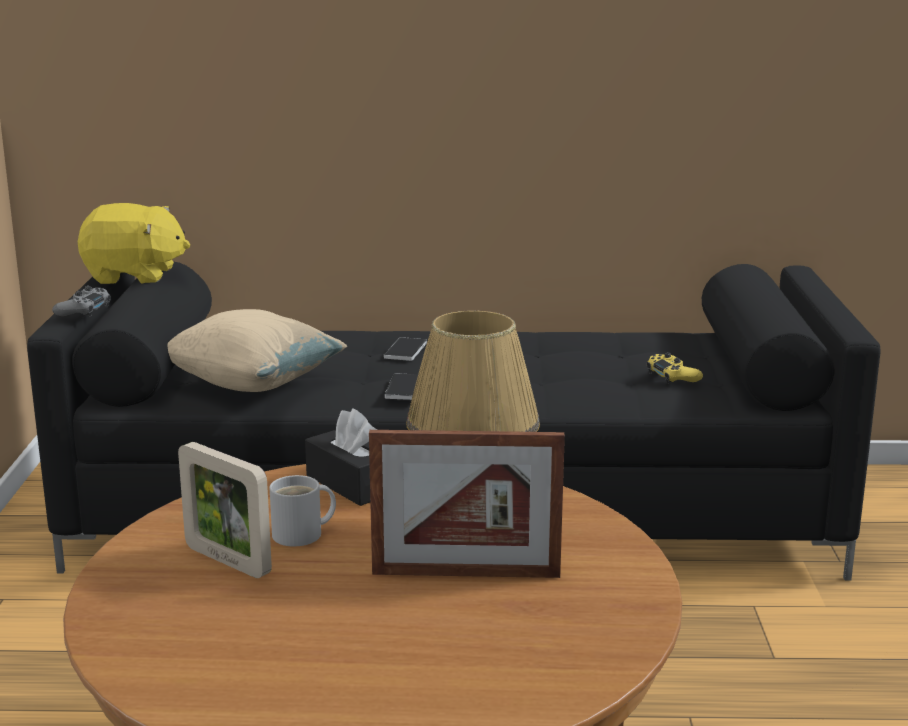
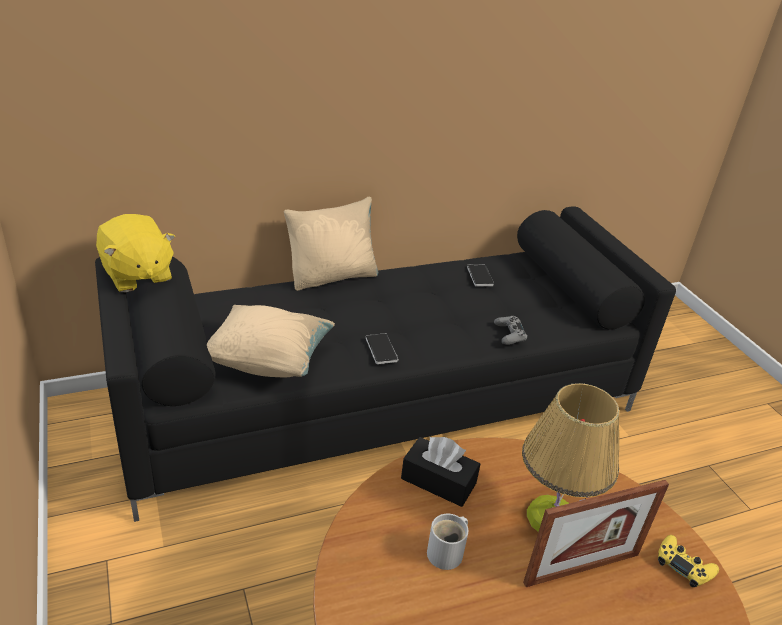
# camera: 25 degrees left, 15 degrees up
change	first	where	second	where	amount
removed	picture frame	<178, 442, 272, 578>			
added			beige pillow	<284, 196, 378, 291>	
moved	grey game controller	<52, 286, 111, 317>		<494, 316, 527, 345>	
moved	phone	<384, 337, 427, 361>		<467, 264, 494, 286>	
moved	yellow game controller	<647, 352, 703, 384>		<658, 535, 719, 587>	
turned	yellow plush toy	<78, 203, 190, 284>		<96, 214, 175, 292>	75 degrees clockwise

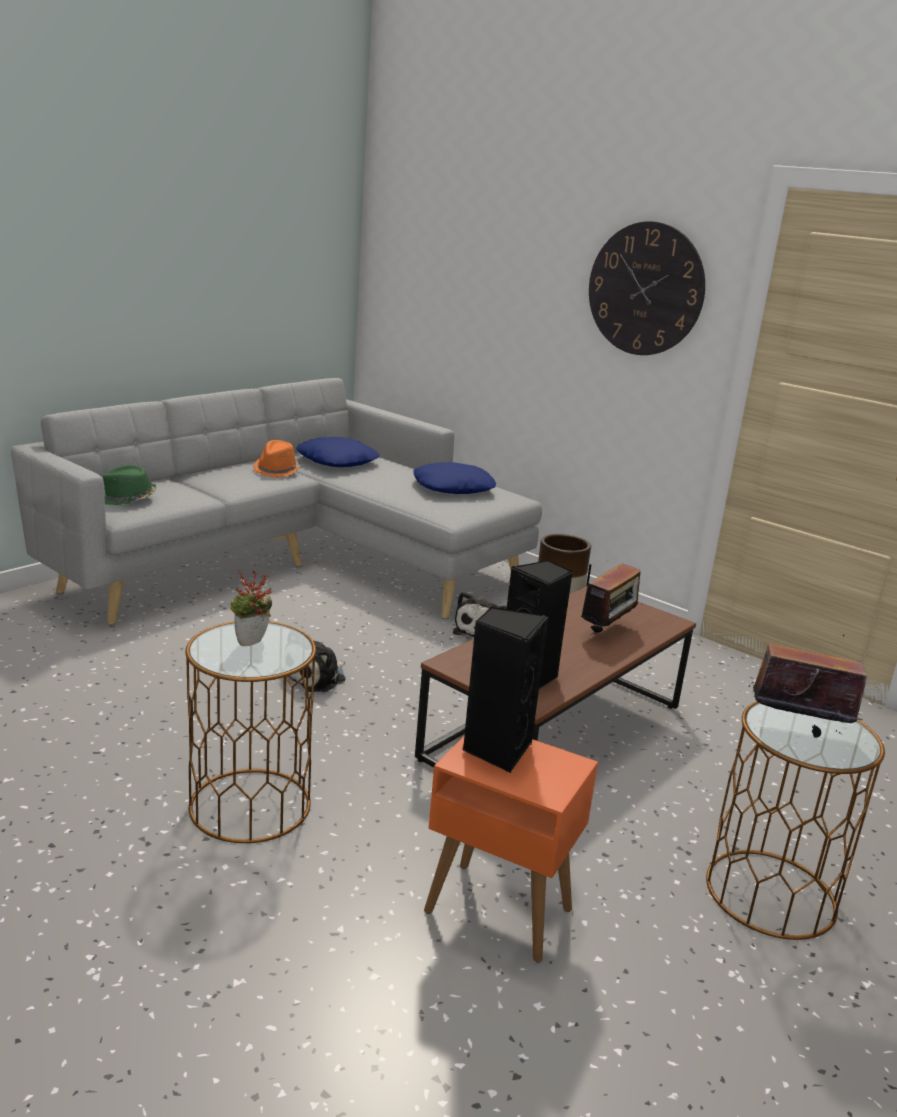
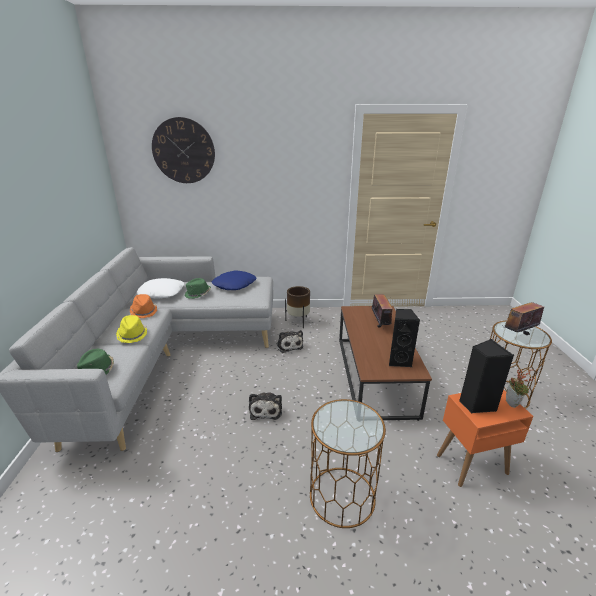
# camera: 40 degrees left, 5 degrees up
change	first	where	second	where	amount
added			yellow hat	<116, 315, 147, 343>	
added			green hat	<184, 278, 211, 299>	
moved	potted plant	<230, 570, 272, 646>		<506, 369, 535, 408>	
moved	wall clock	<589, 221, 705, 355>		<152, 117, 215, 183>	
recoloured	blue pillow	<296, 437, 379, 467>	white pillow	<136, 278, 184, 299>	

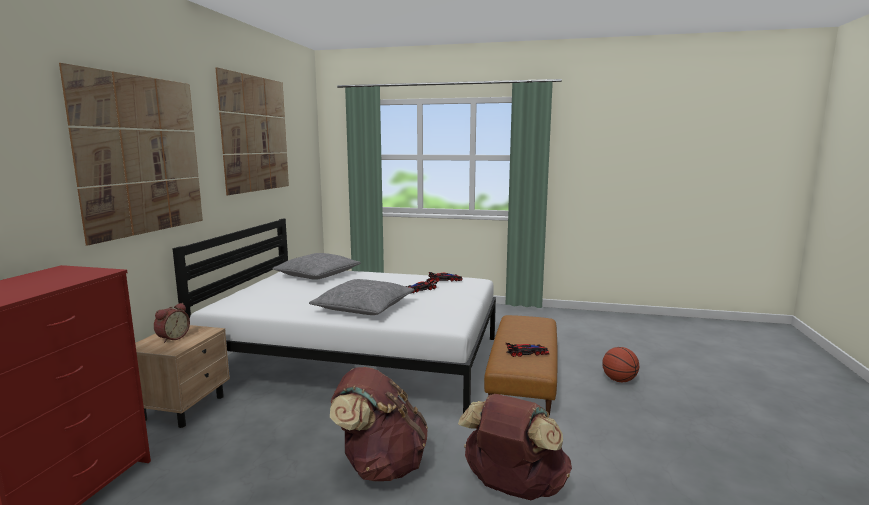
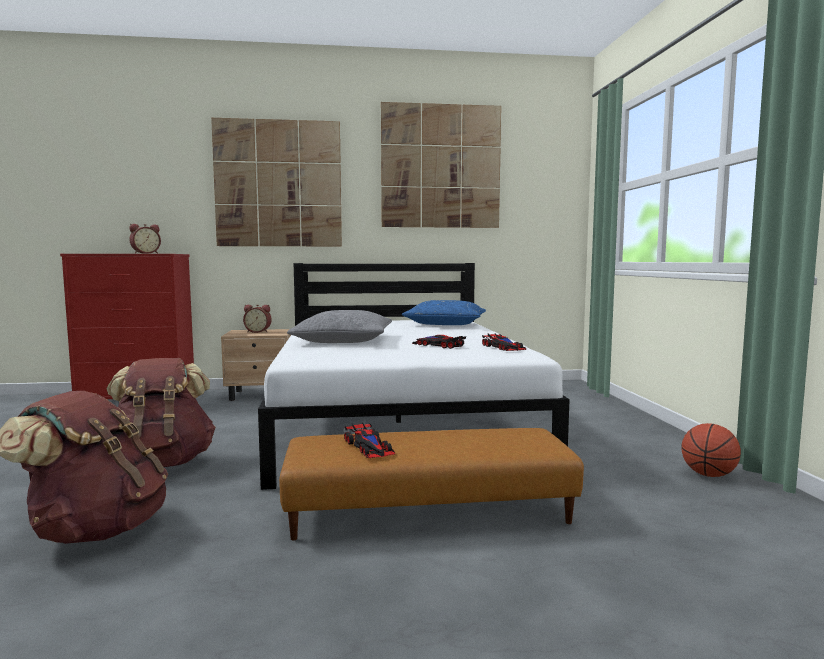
# camera: 70 degrees right, 5 degrees down
change	first	where	second	where	amount
added			alarm clock	<129, 224, 161, 254>	
moved	basketball	<602, 347, 639, 382>		<681, 423, 741, 477>	
recoloured	grey pillow	<273, 253, 361, 280>	blue pillow	<402, 300, 486, 325>	

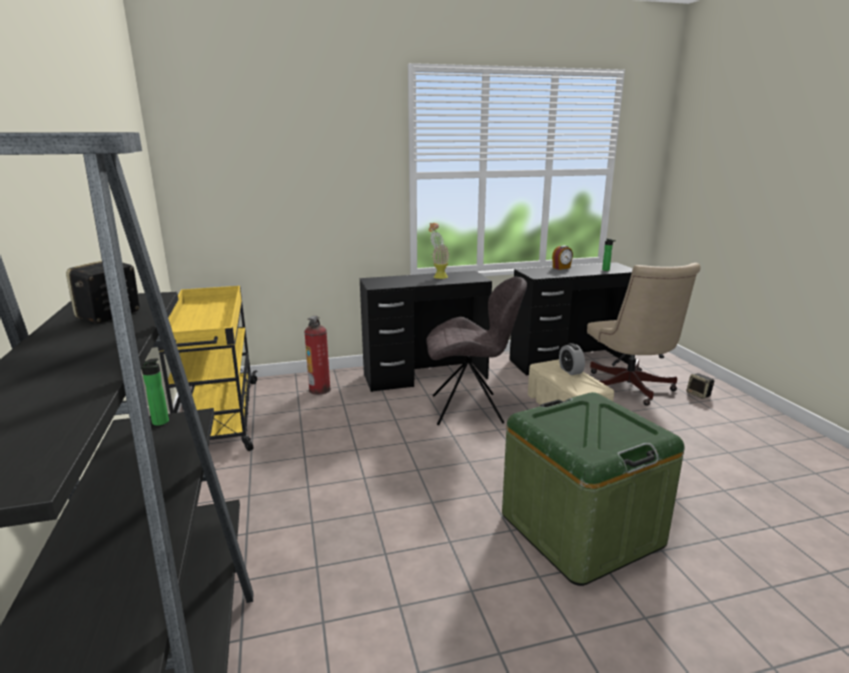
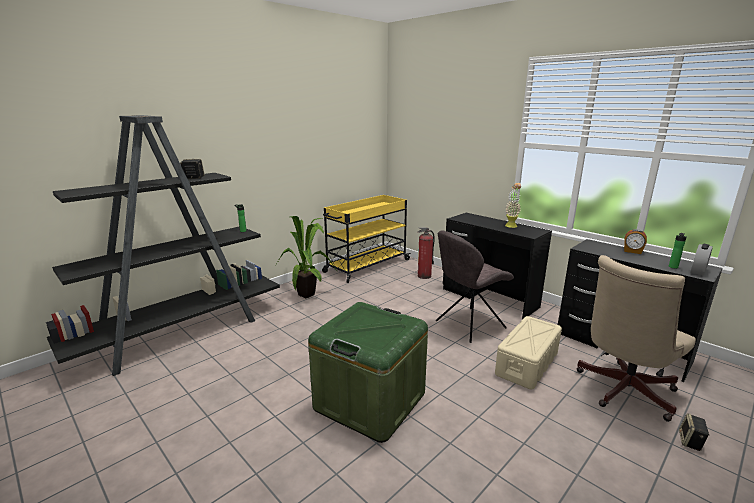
# camera: 60 degrees right, 0 degrees up
change	first	where	second	where	amount
added			potted plant	<276, 216, 337, 299>	
moved	alarm clock	<559, 343, 585, 375>		<691, 244, 713, 275>	
turned	grey chair	<426, 277, 527, 425>		<436, 230, 514, 343>	90 degrees clockwise

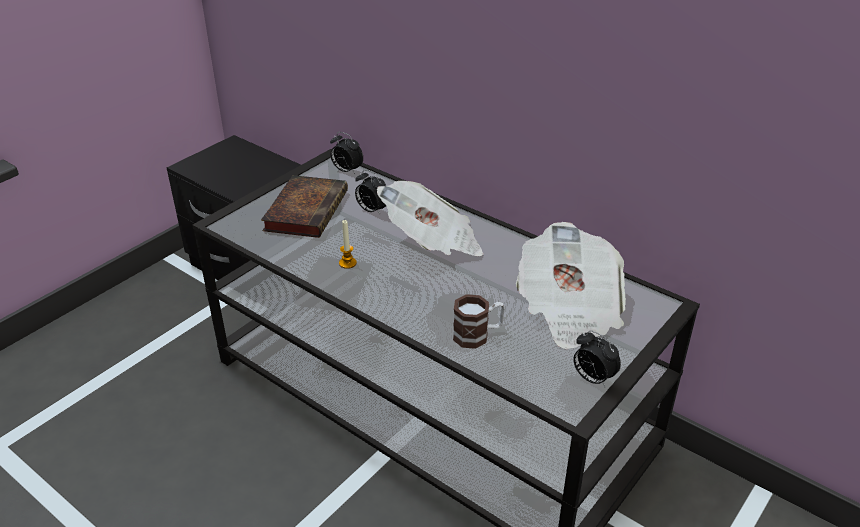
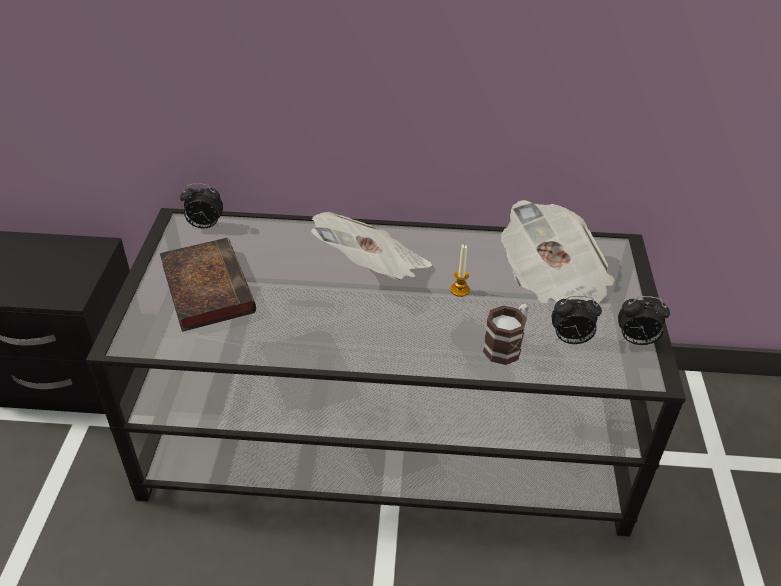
# camera: 35 degrees left, 5 degrees up
change	first	where	second	where	amount
moved	candle	<339, 220, 357, 269>		<450, 244, 470, 297>	
moved	alarm clock	<355, 169, 386, 216>		<552, 296, 602, 344>	

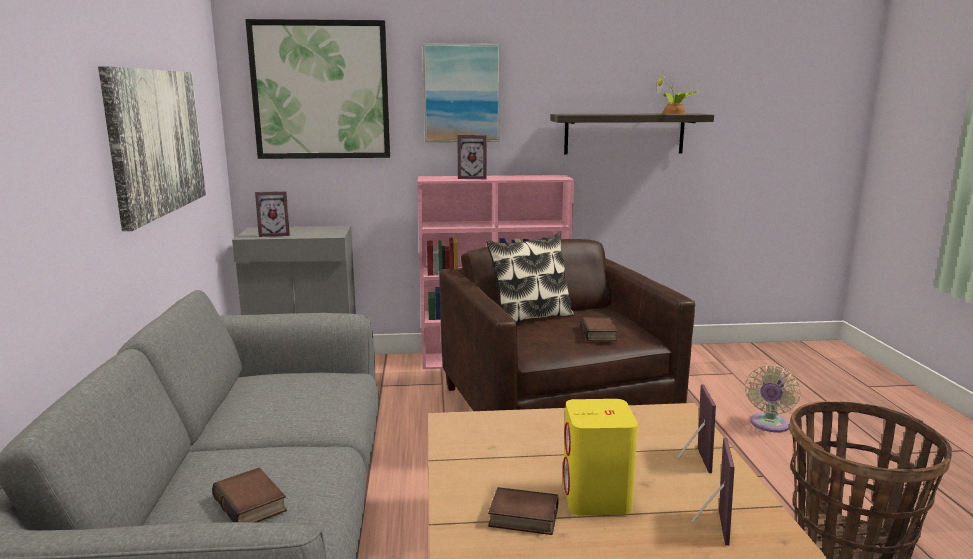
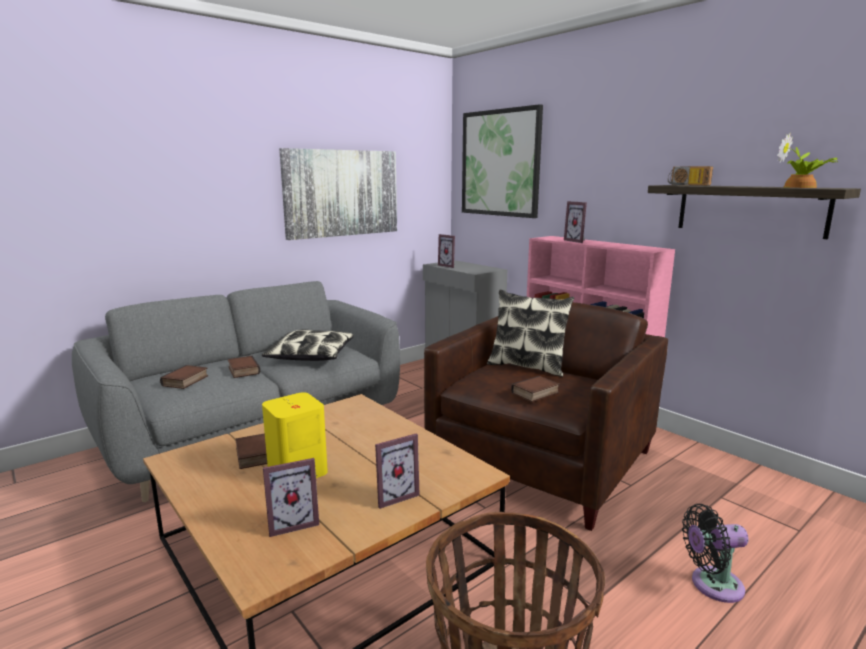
# camera: 55 degrees right, 0 degrees up
change	first	where	second	where	amount
removed	picture	<423, 44, 500, 142>			
added			book	<228, 356, 260, 378>	
added			pillow	<262, 329, 354, 361>	
added			radio	<668, 166, 713, 186>	
recoloured	beige fan	<745, 365, 801, 432>	black fan	<682, 504, 749, 603>	

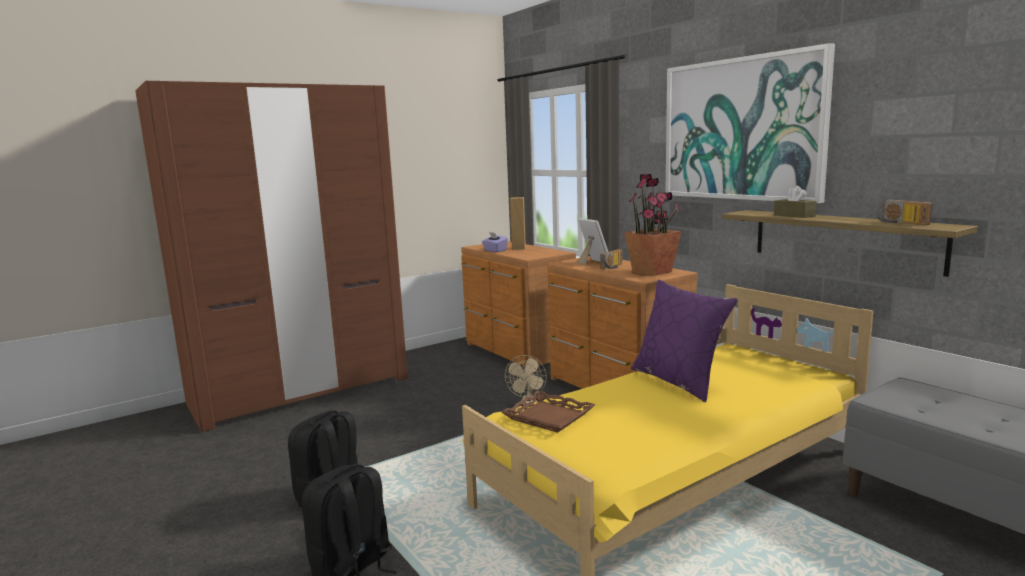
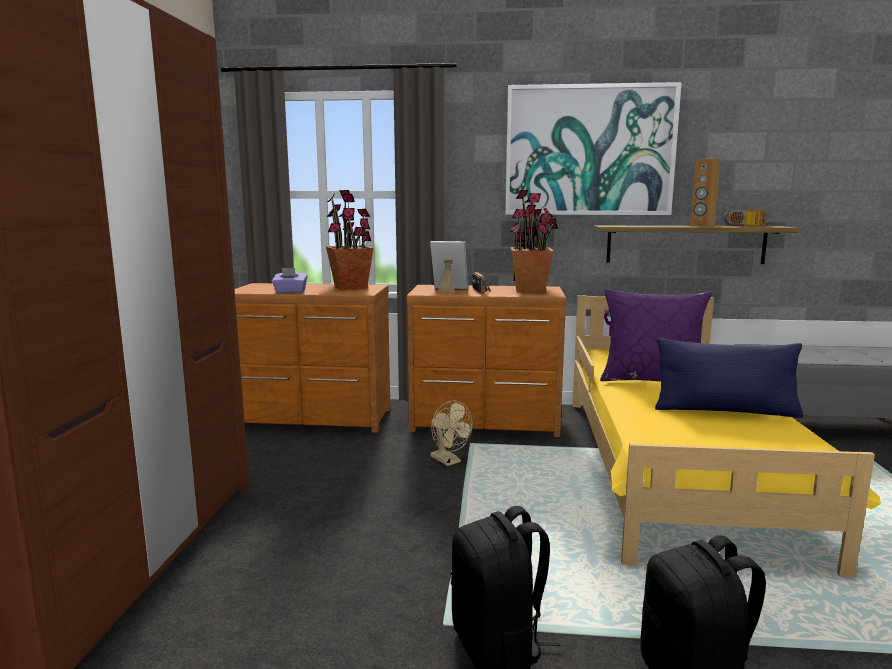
# camera: 50 degrees left, 0 degrees up
change	first	where	second	where	amount
removed	brown tray	<501, 390, 595, 433>			
removed	brown tissue box	<774, 186, 817, 218>			
added			potted plant	<326, 190, 374, 290>	
added			blue pillow	<655, 338, 803, 418>	
moved	brown speaker	<510, 197, 526, 250>		<690, 159, 720, 227>	

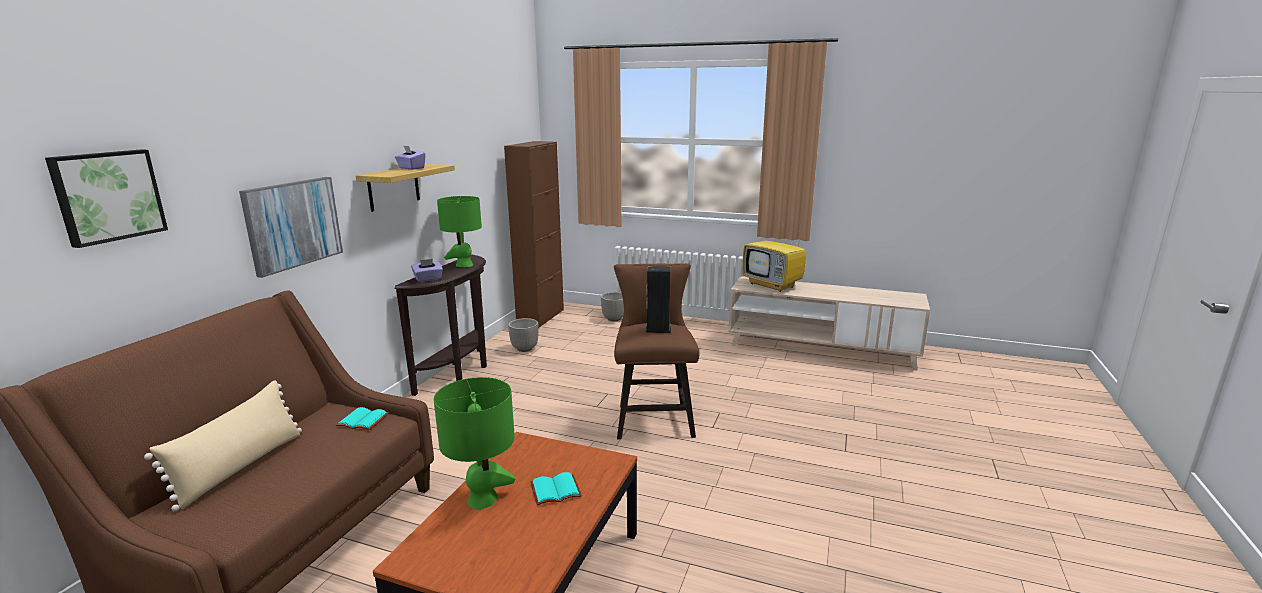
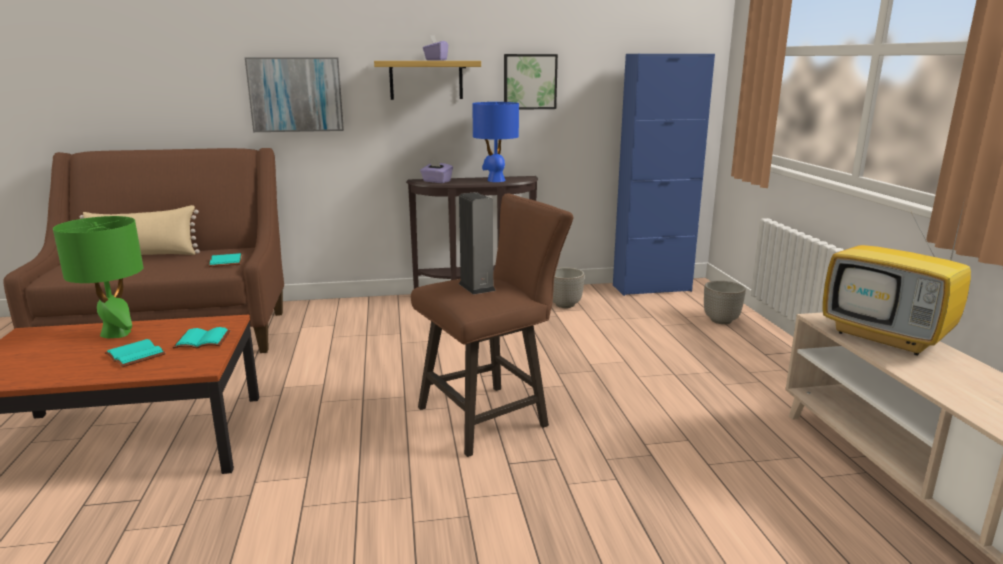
# camera: 60 degrees right, 0 degrees up
change	first	where	second	where	amount
added			turquoise book	<173, 327, 231, 348>	
moved	picture	<45, 149, 168, 248>		<504, 54, 558, 110>	
recoloured	green table lamp	<437, 196, 482, 267>	blue table lamp	<472, 102, 519, 182>	
recoloured	brown cabinet	<504, 141, 564, 329>	blue cabinet	<613, 54, 715, 296>	
turned	television	<742, 221, 806, 292>		<823, 199, 971, 355>	60 degrees counterclockwise

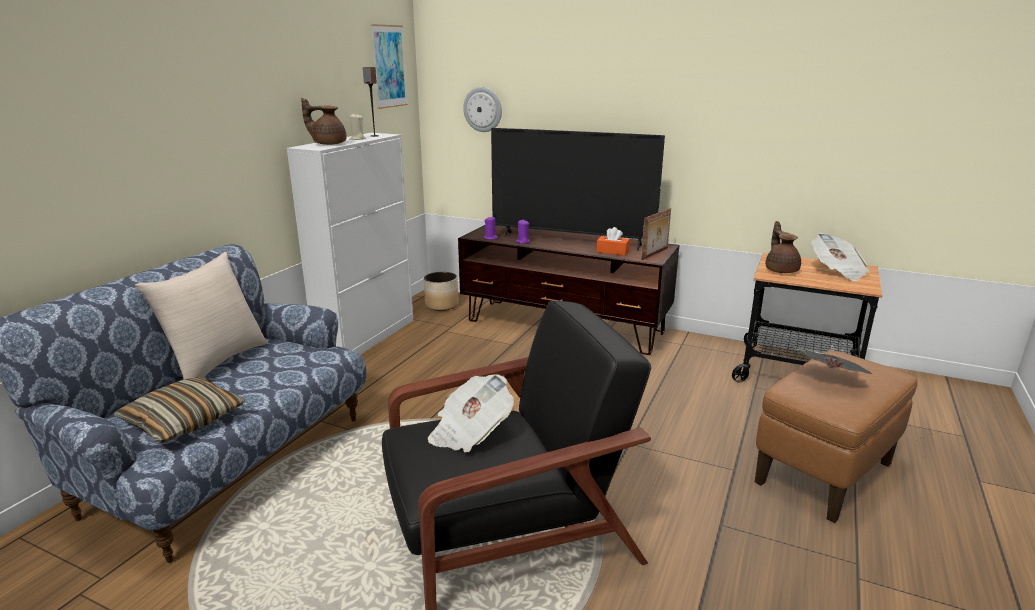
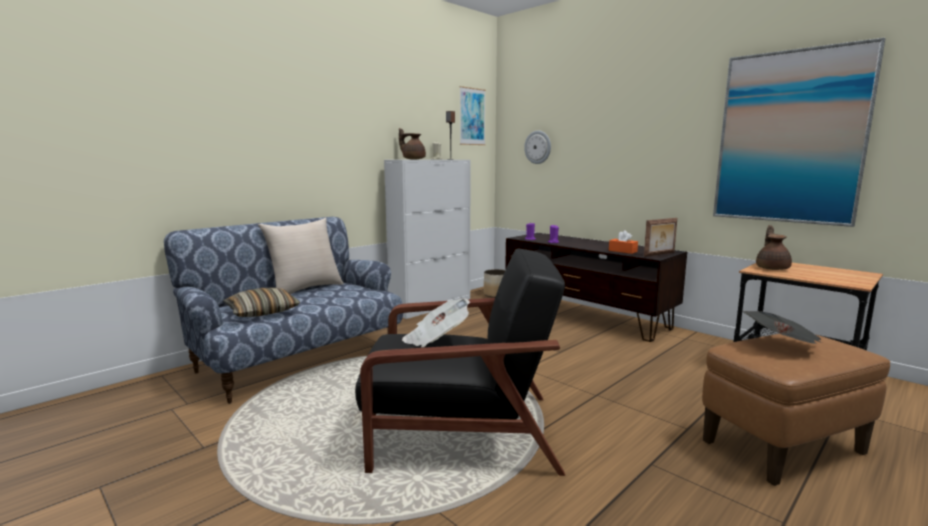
# camera: 20 degrees right, 10 degrees down
change	first	where	second	where	amount
removed	television	<491, 128, 665, 251>			
removed	newspaper	<811, 233, 870, 281>			
added			picture	<713, 37, 885, 227>	

